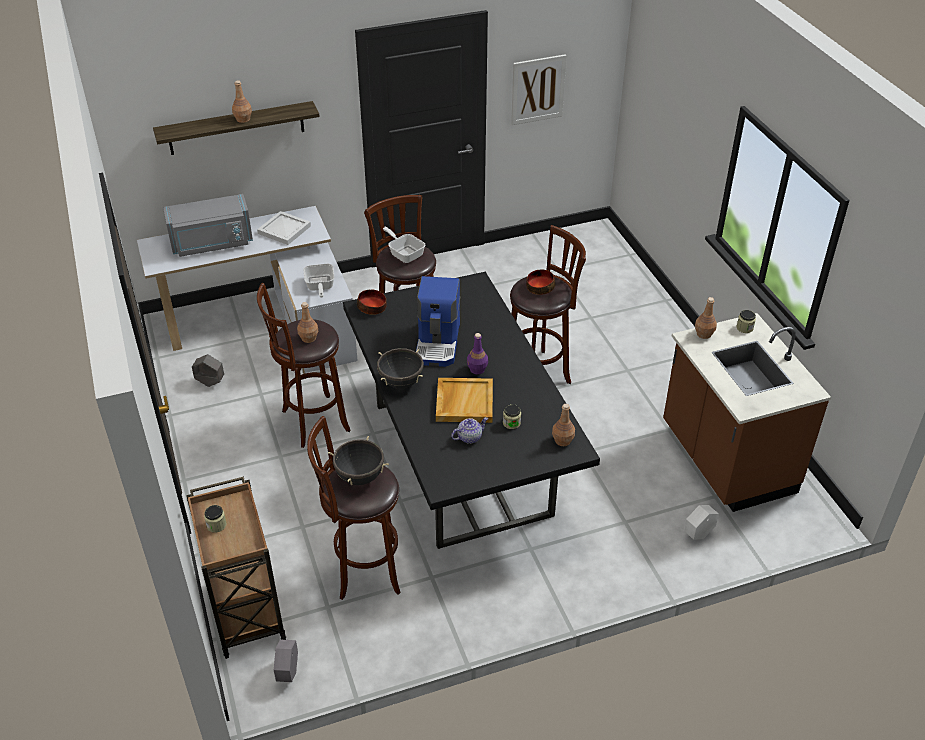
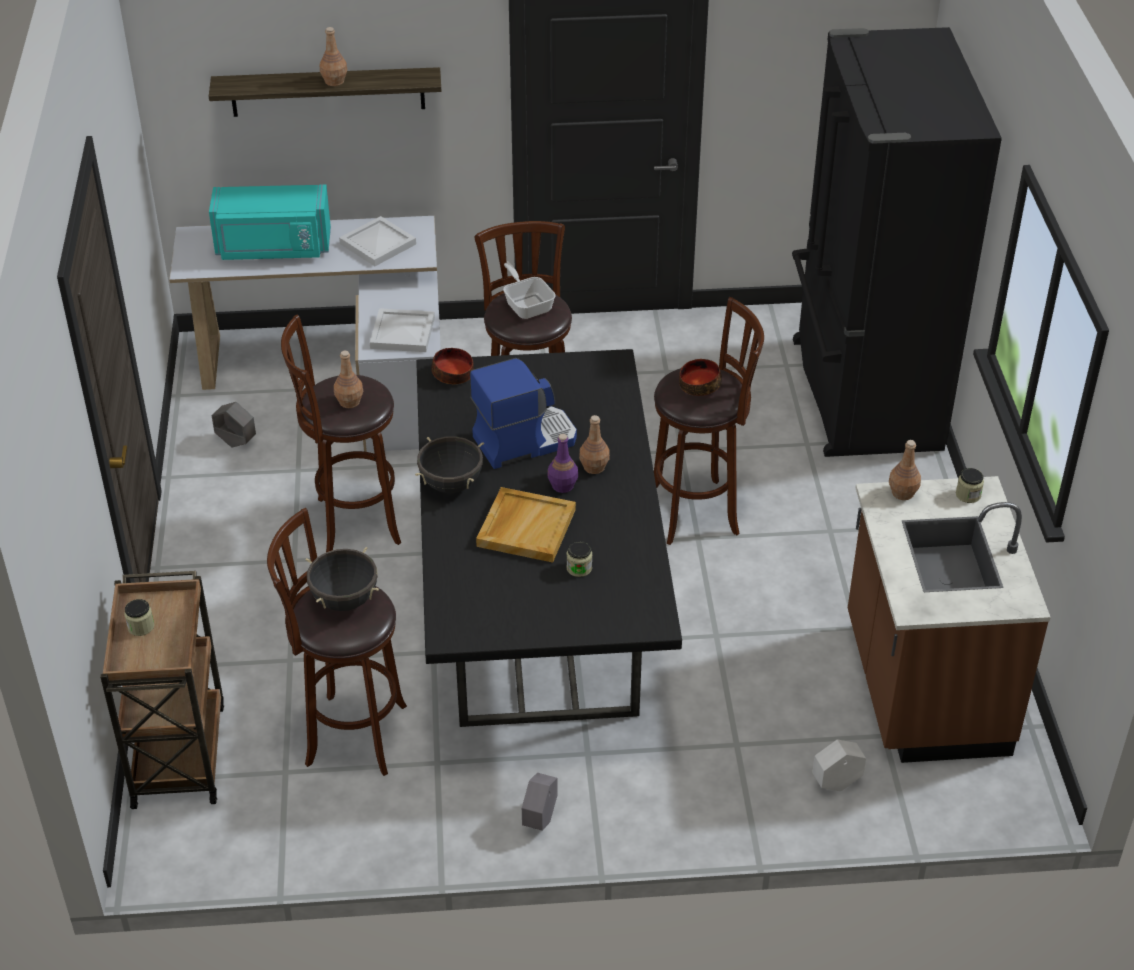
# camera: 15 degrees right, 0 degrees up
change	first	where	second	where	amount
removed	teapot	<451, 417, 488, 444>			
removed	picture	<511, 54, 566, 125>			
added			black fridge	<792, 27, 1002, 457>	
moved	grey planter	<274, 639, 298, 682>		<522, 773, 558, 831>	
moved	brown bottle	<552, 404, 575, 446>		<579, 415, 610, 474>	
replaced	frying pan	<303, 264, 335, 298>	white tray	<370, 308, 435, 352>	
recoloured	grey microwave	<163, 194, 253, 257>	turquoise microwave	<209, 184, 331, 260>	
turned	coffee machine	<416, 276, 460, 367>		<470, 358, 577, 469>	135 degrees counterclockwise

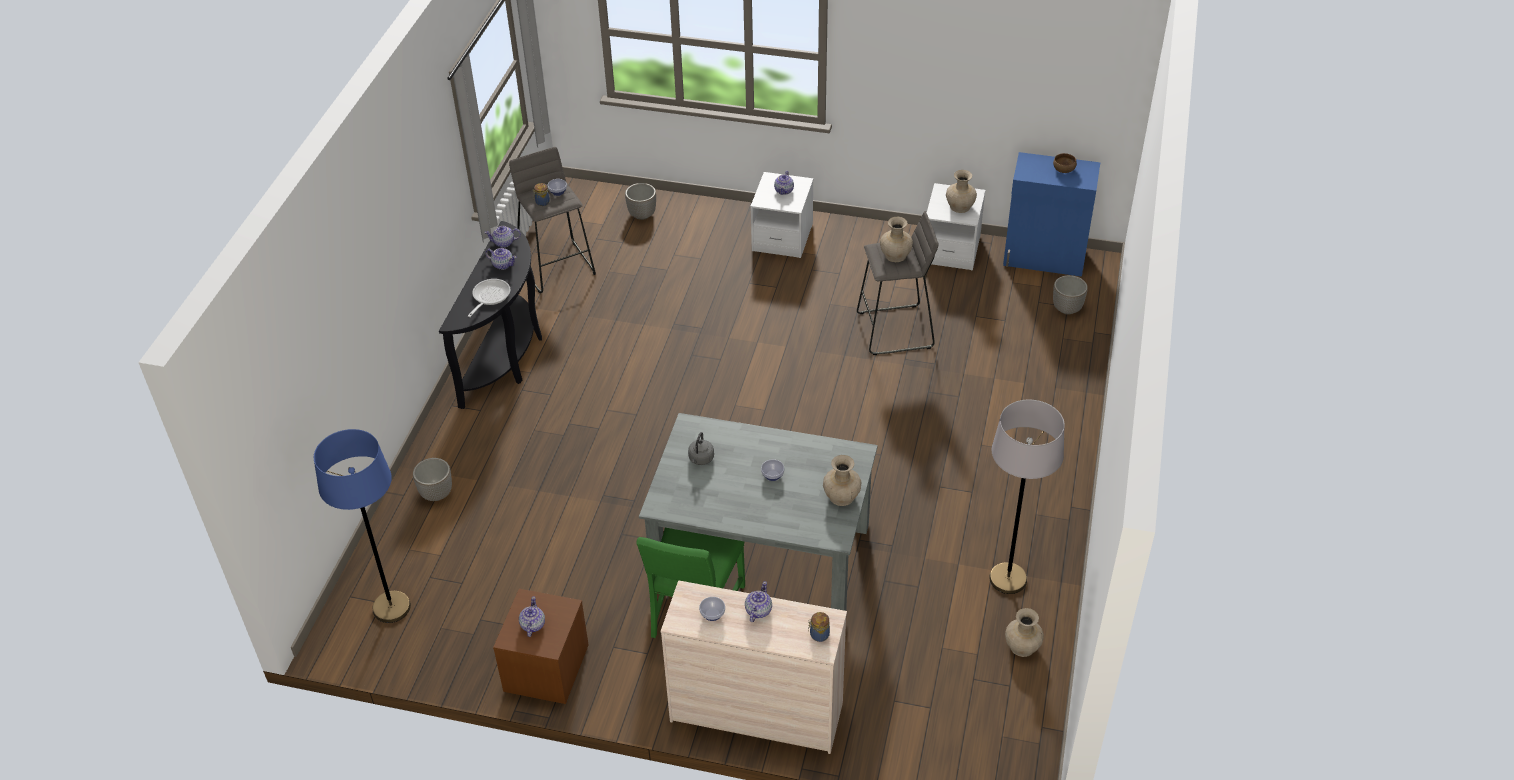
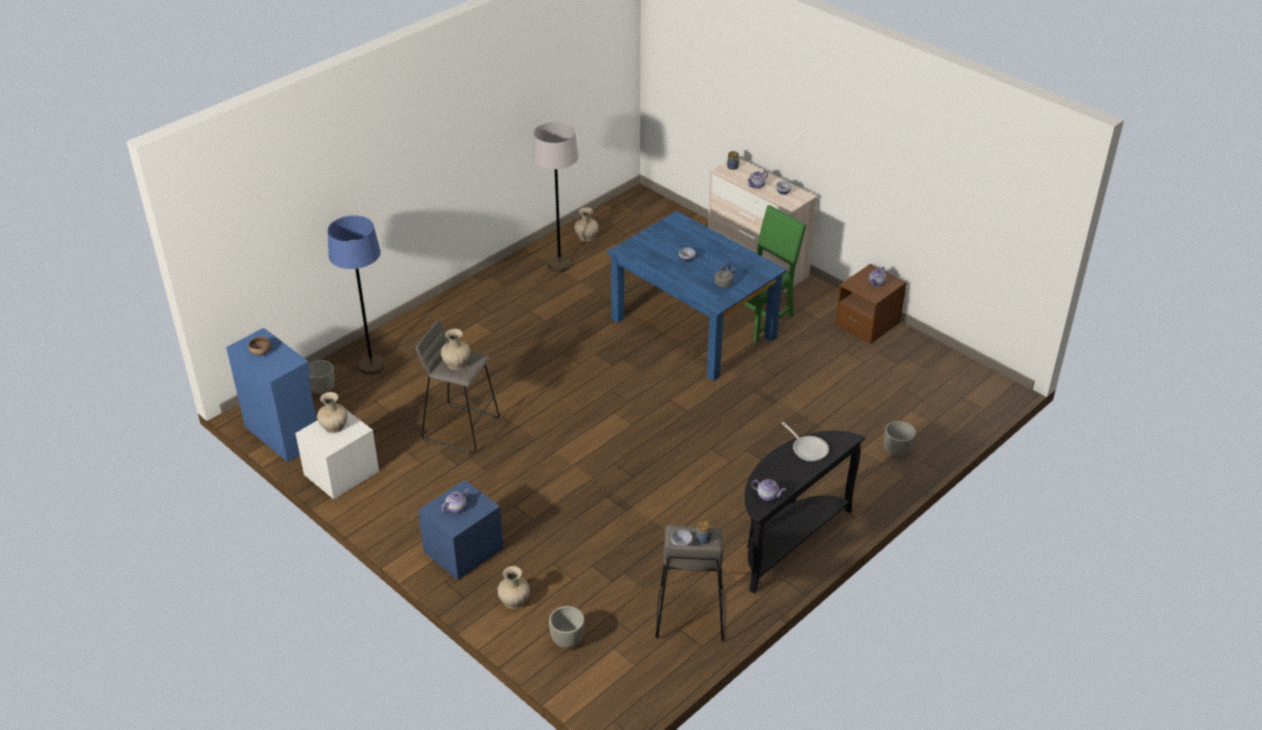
# camera: 150 degrees left, 5 degrees down
change	first	where	second	where	amount
removed	teapot	<486, 248, 517, 270>			
moved	blue floor lamp	<314, 429, 411, 623>		<328, 215, 386, 375>	
moved	beige vase	<823, 455, 861, 506>		<498, 566, 530, 609>	
recoloured	grey dining table	<639, 413, 878, 611>	blue dining table	<607, 211, 787, 381>	
recoloured	white nightstand	<751, 172, 813, 258>	blue nightstand	<418, 480, 503, 580>	
turned	frying pan	<468, 279, 510, 317>		<781, 422, 829, 461>	90 degrees counterclockwise

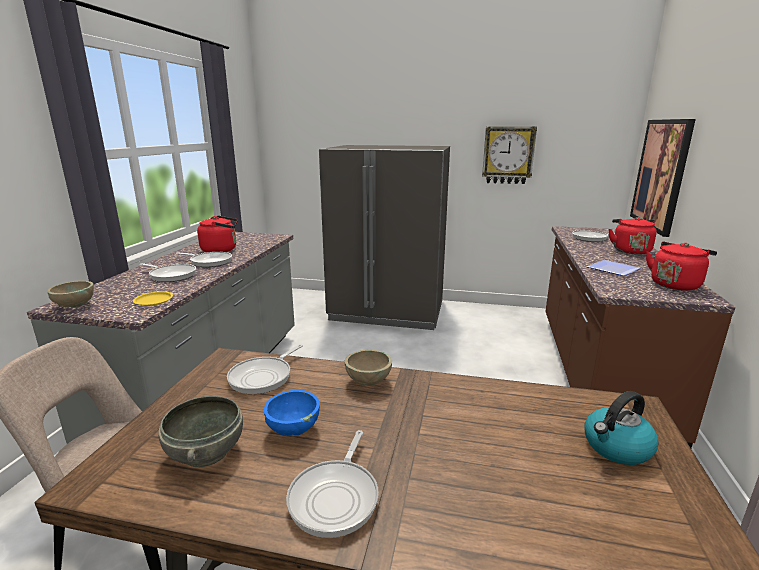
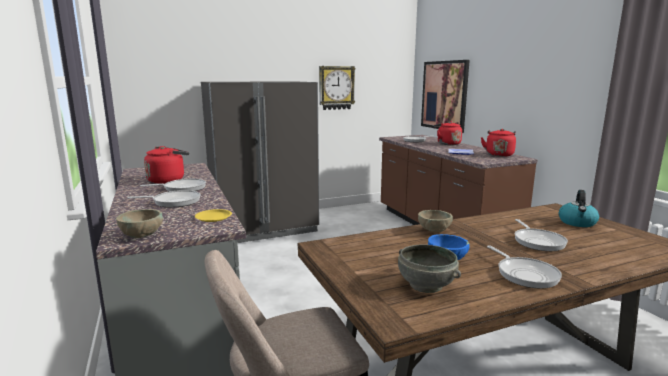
# camera: 35 degrees left, 5 degrees down
change	first	where	second	where	amount
moved	frying pan	<227, 344, 303, 394>		<515, 219, 568, 251>	

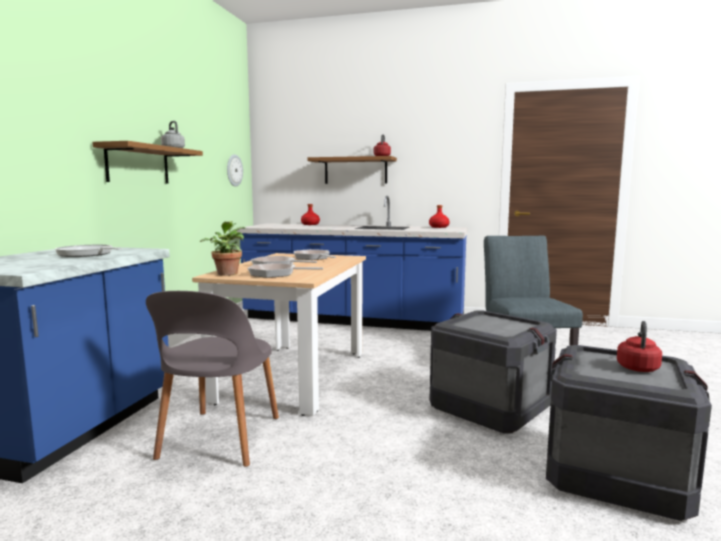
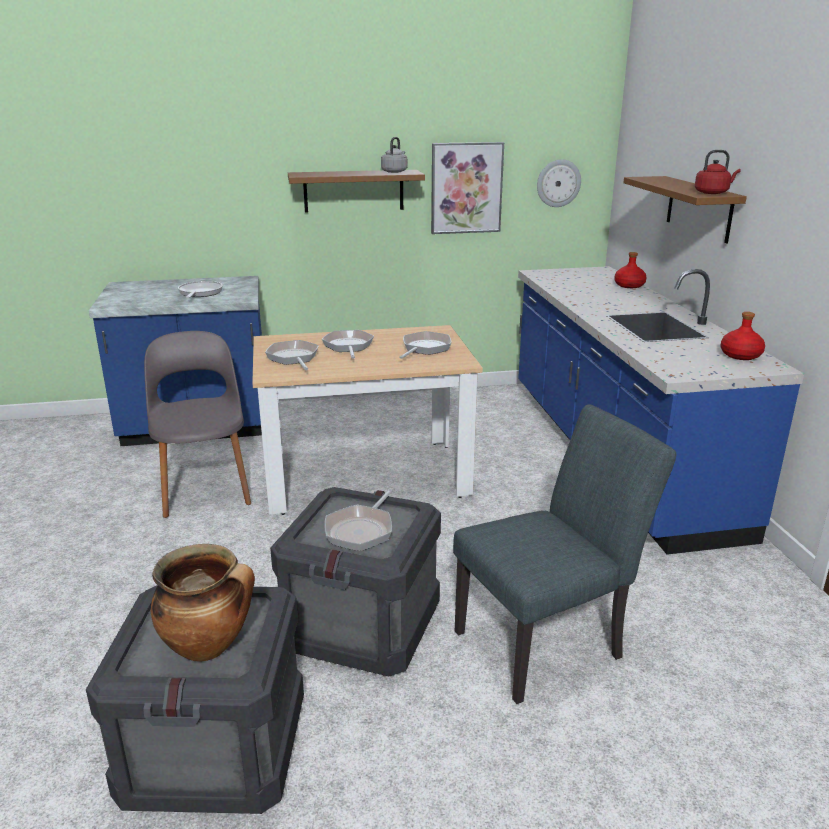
# camera: 65 degrees right, 15 degrees up
change	first	where	second	where	amount
removed	potted plant	<200, 221, 246, 276>			
added			frying pan	<324, 489, 393, 551>	
added			picture	<431, 142, 504, 234>	
replaced	red kettle	<617, 321, 662, 372>	cooking pot	<151, 544, 255, 662>	
turned	grey chair	<146, 291, 279, 467>		<144, 331, 251, 518>	90 degrees clockwise

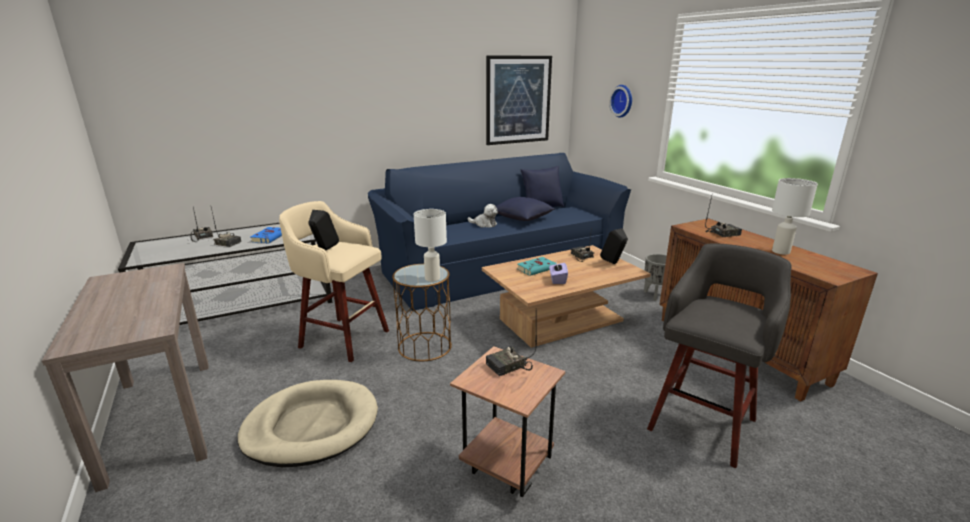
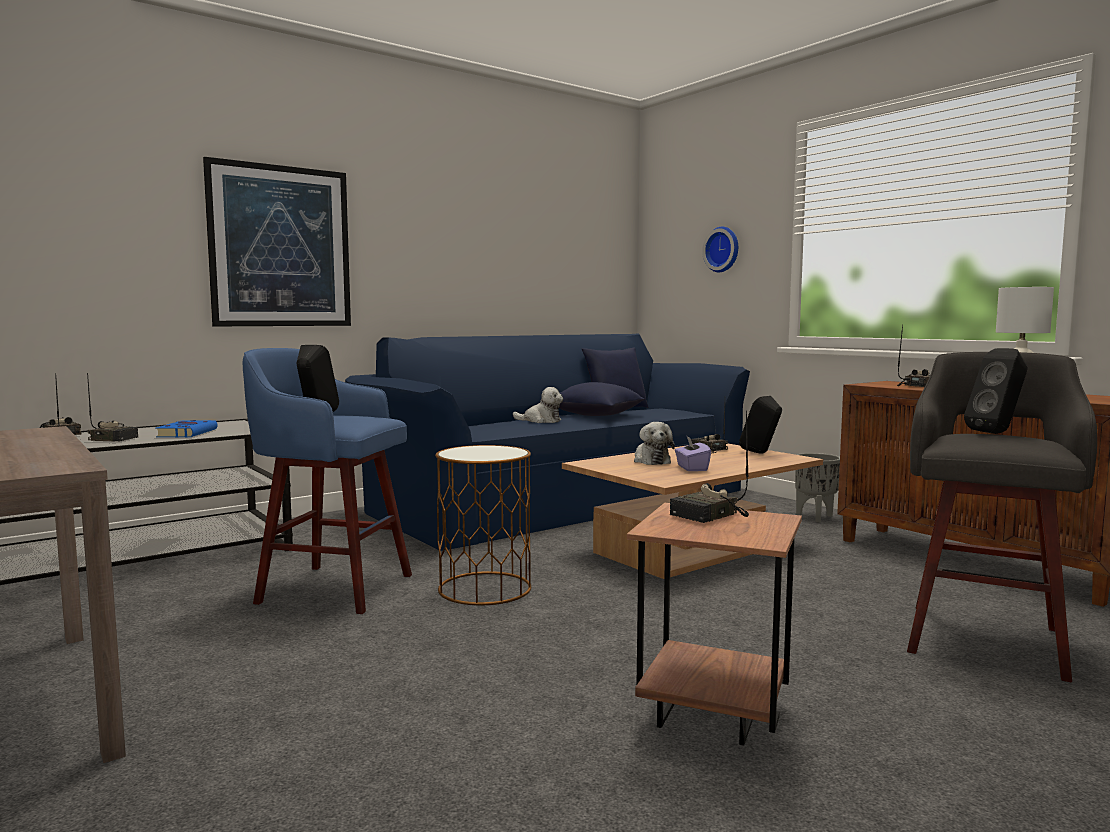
# camera: 10 degrees left, 15 degrees down
change	first	where	second	where	amount
removed	beige dog bed	<237, 380, 378, 467>			
removed	white table lamp	<414, 209, 447, 282>			
added			black speaker	<964, 348, 1028, 434>	
moved	picture	<486, 56, 552, 145>		<203, 157, 351, 326>	
replaced	turquoise book	<517, 257, 556, 276>	plush toy	<634, 422, 675, 465>	
recoloured	beige stool	<279, 201, 389, 362>	blue stool	<242, 348, 412, 614>	

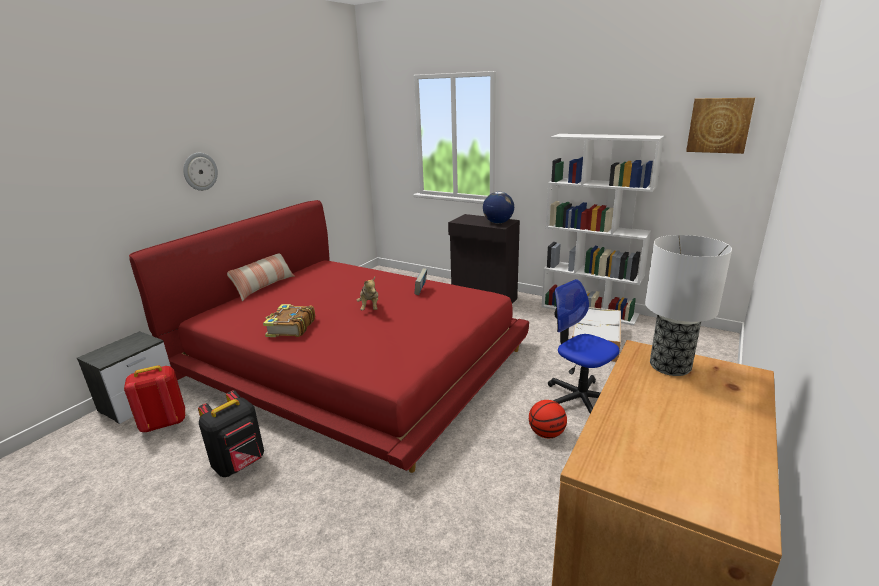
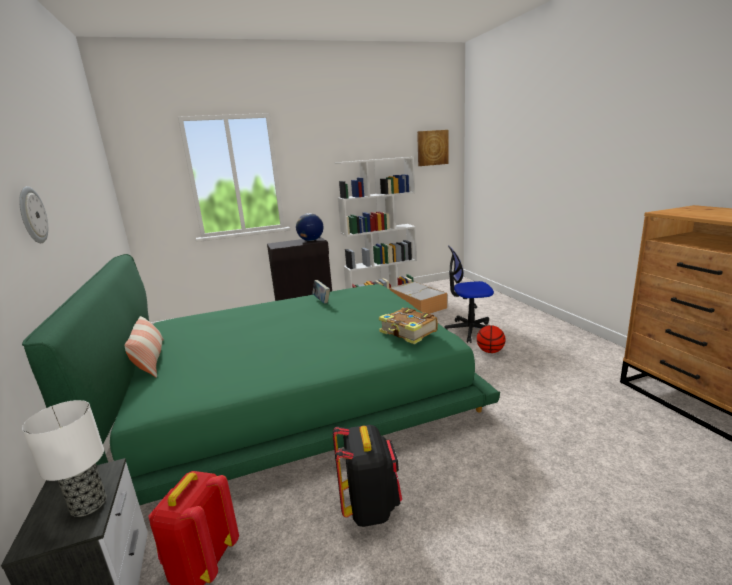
# camera: 50 degrees left, 5 degrees down
change	first	where	second	where	amount
removed	plush toy	<357, 277, 378, 310>			
moved	book	<263, 304, 315, 337>		<379, 307, 438, 344>	
moved	table lamp	<645, 235, 732, 376>		<22, 400, 107, 517>	
recoloured	red bed	<129, 200, 529, 473>	green bed	<22, 254, 500, 505>	

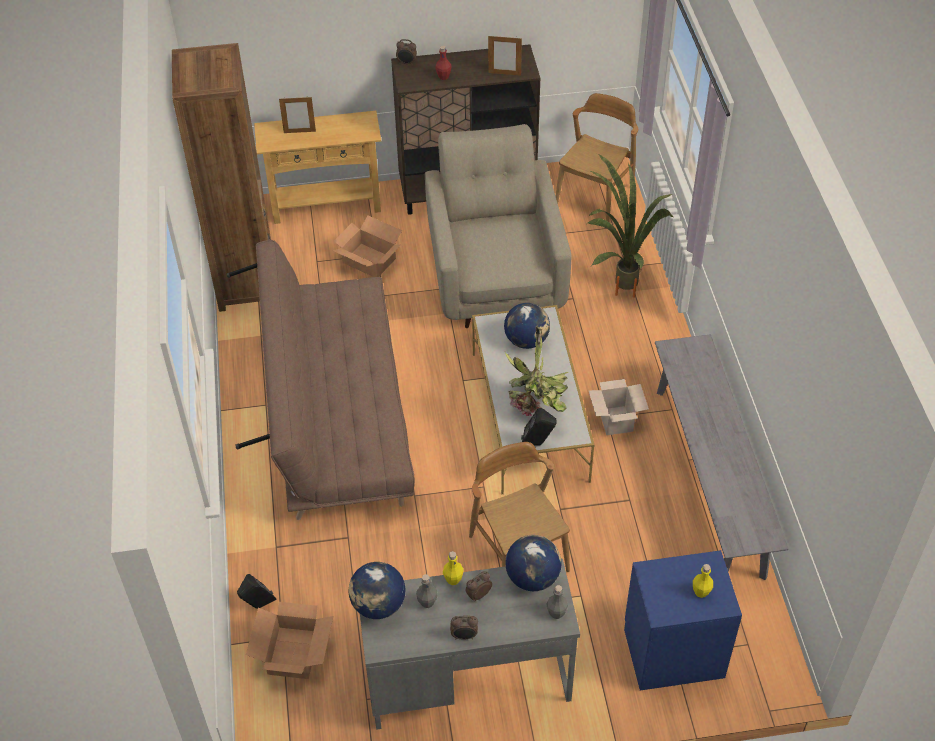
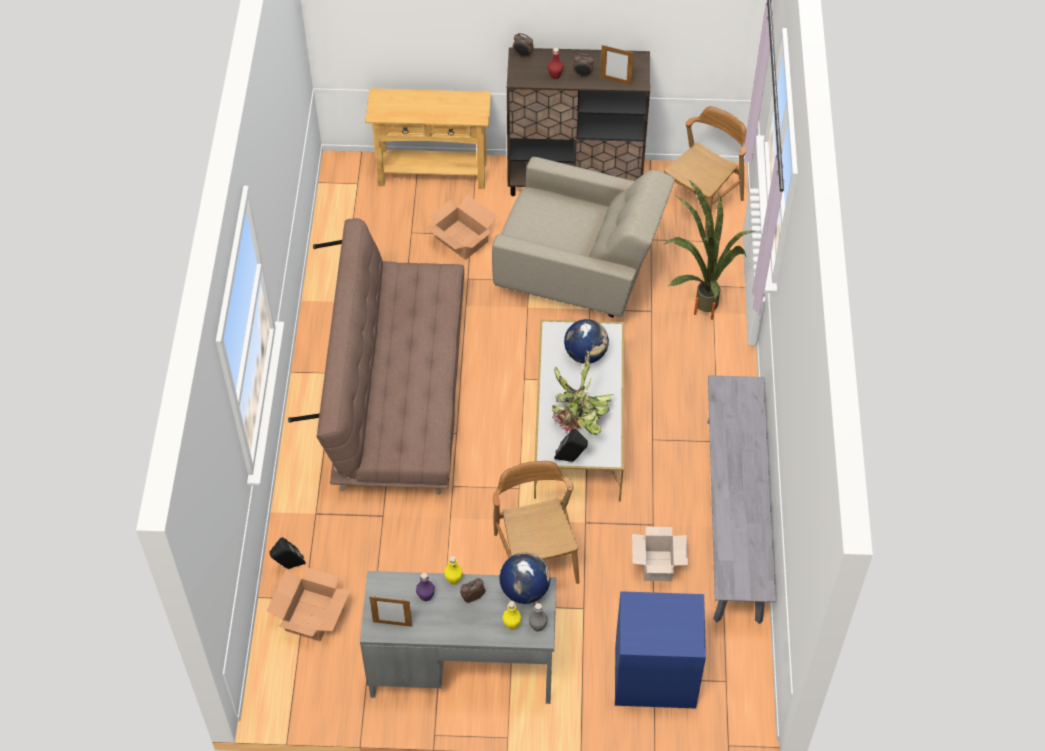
# camera: 10 degrees right, 5 degrees up
change	first	where	second	where	amount
removed	brown bookcase	<172, 43, 271, 312>			
removed	globe	<348, 562, 405, 619>			
moved	picture frame	<279, 96, 316, 133>		<369, 596, 412, 627>	
moved	alarm clock	<450, 616, 478, 640>		<573, 54, 594, 78>	
moved	cardboard box	<588, 379, 649, 435>		<632, 527, 688, 581>	
moved	yellow bottle	<693, 564, 713, 598>		<502, 601, 522, 630>	
recoloured	grey bottle	<416, 574, 437, 608>	purple bottle	<416, 573, 435, 601>	
turned	beige armchair	<425, 124, 571, 328>		<492, 157, 675, 318>	105 degrees clockwise

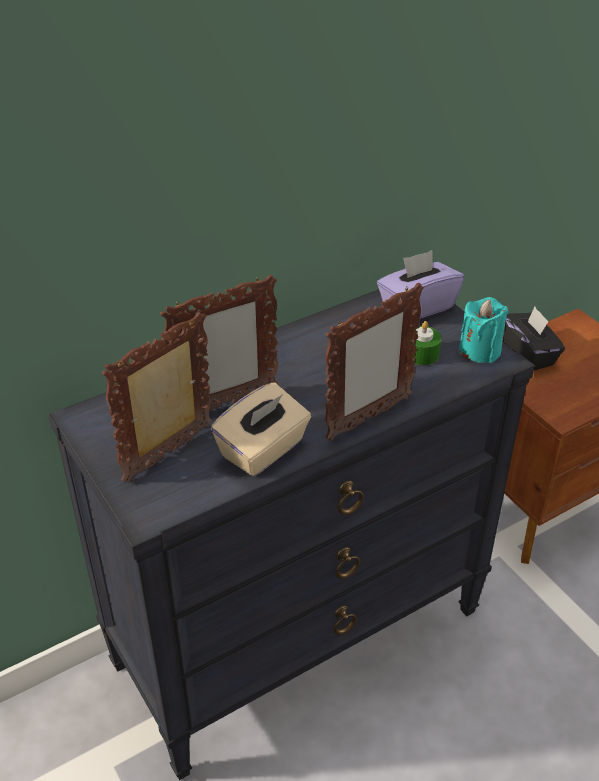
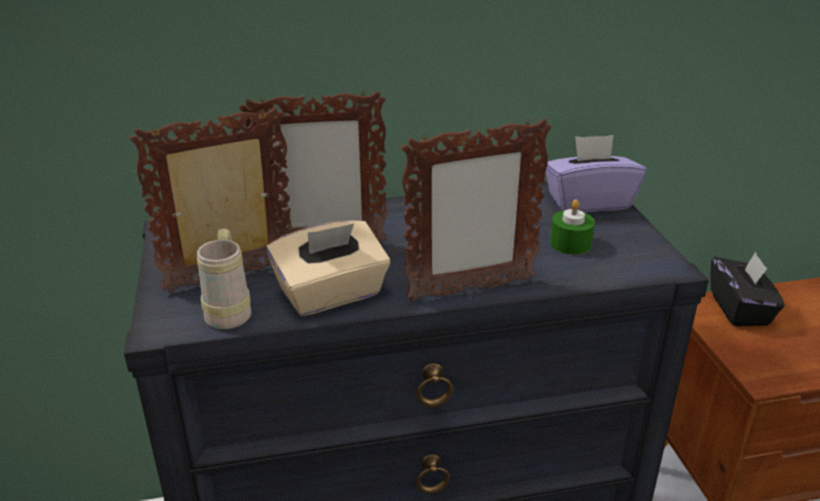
# camera: 20 degrees right, 10 degrees down
change	first	where	second	where	amount
removed	turquoise candle	<459, 297, 508, 363>			
added			beige mug	<197, 229, 251, 329>	

